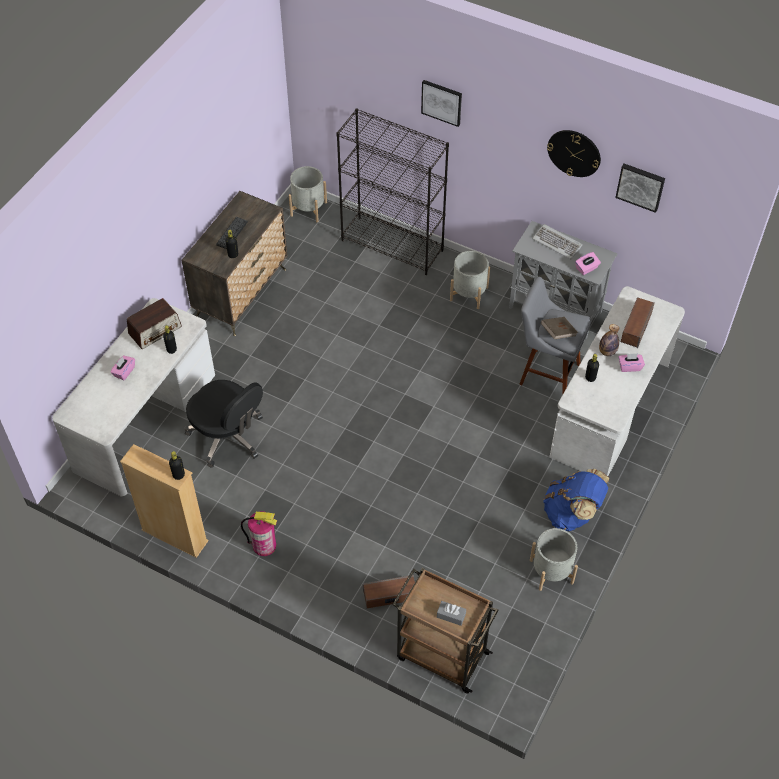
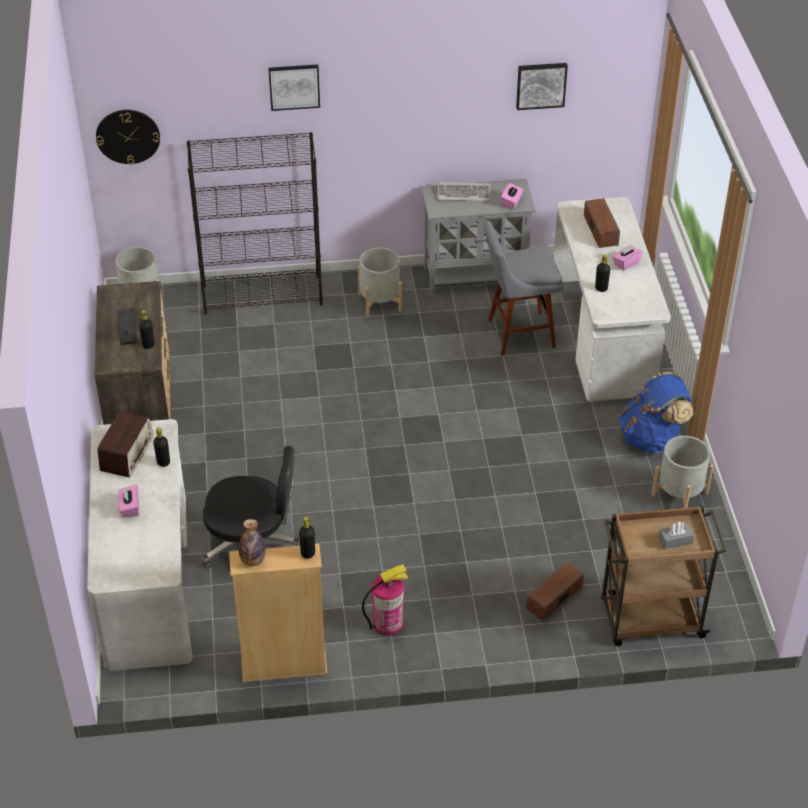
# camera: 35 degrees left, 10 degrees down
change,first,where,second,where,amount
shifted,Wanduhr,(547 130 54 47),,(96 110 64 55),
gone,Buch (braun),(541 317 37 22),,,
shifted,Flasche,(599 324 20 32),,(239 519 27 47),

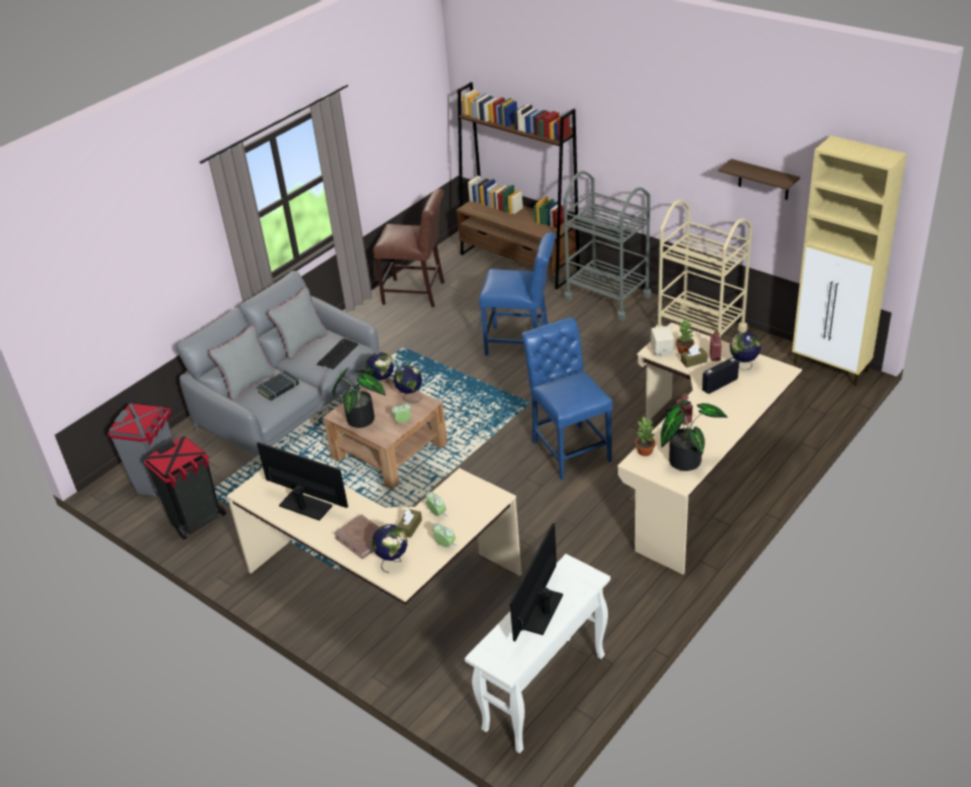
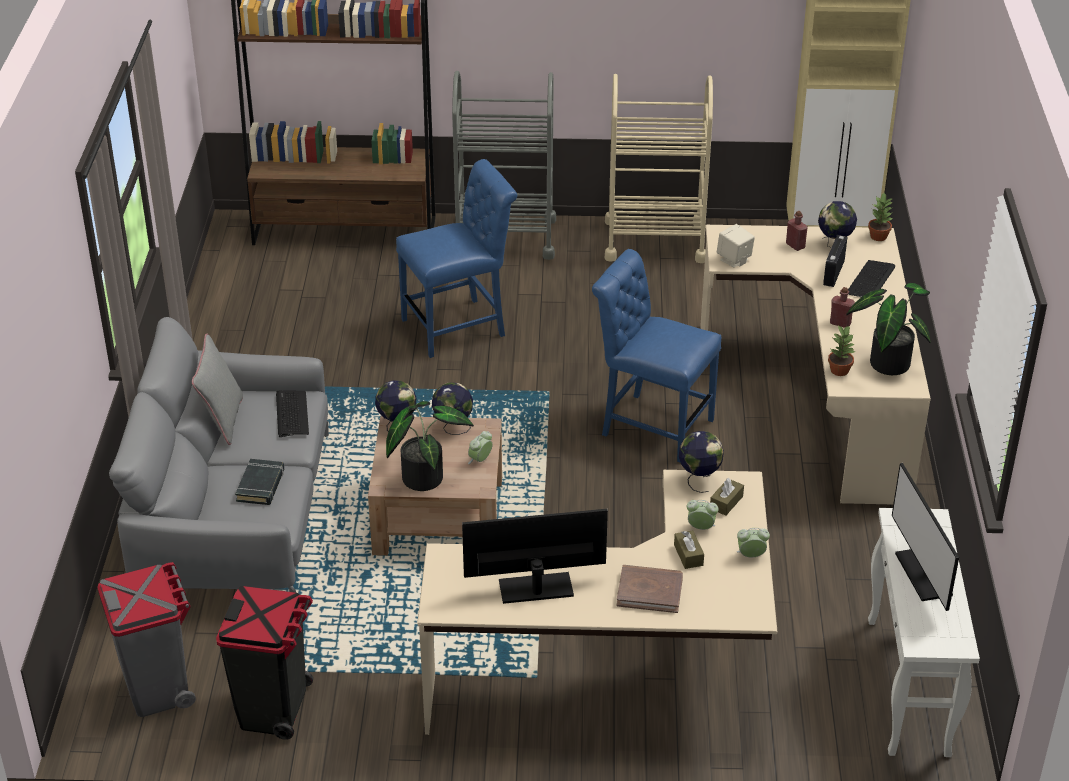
# camera: 40 degrees left, 0 degrees up
change,first,where,second,where,amount
gone,Wandregal,(718 159 82 41),,,
gone,Stuhl (braun),(373 189 72 118),,,
shifted,Topfpflanze,(676 318 19 36),,(868 193 25 48),
gone,Kissen (grau),(209 326 66 75),,,
shifted,Taschentuchbox (braun),(681 345 27 23),,(710 478 34 38),
shifted,Globus,(372 524 35 49),,(679 431 45 62),
new,,,Tastatur,(848 260 47 37),

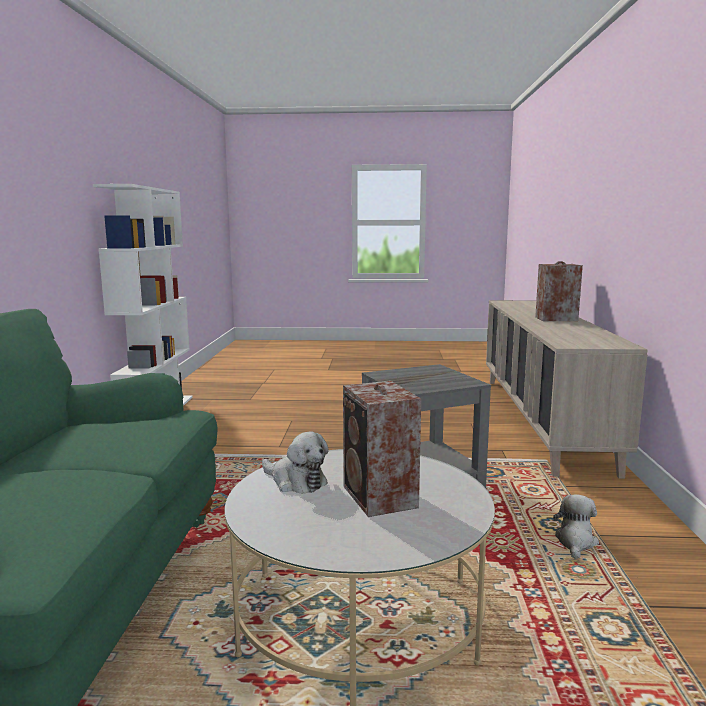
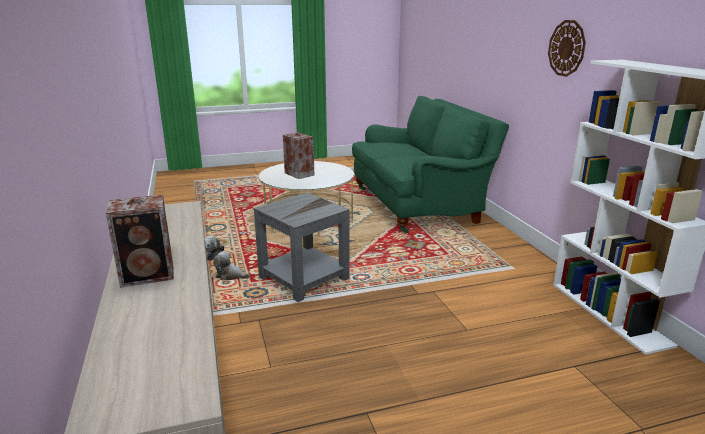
# camera: 160 degrees right, 10 degrees up
change,first,where,second,where,amount
shifted,Plüschtier,(262 431 67 63),,(213 251 37 30),
new,,,Wanduhr,(548 20 38 57),

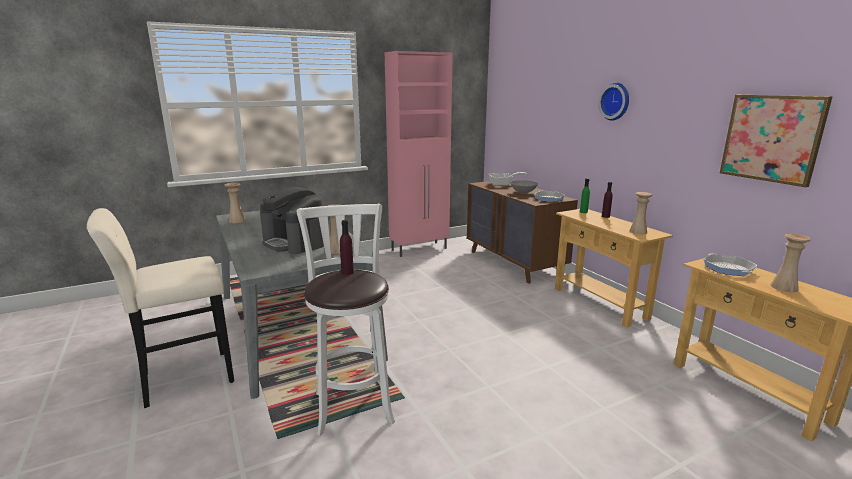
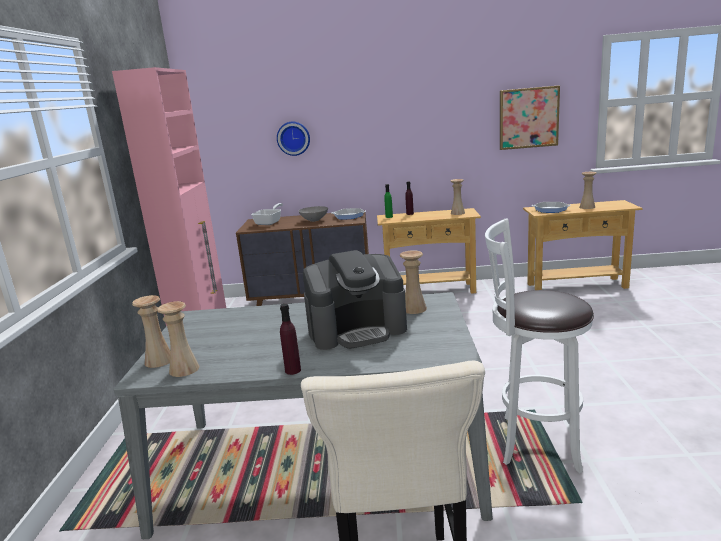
# camera: 60 degrees left, 0 degrees up
change,first,where,second,where,amount
shifted,Wanduhr,(598 82 31 39),,(277 122 33 34),
shifted,Flasche (lila),(340 220 14 55),,(280 304 21 71),
new,,,Vase (beige),(132 295 38 73),

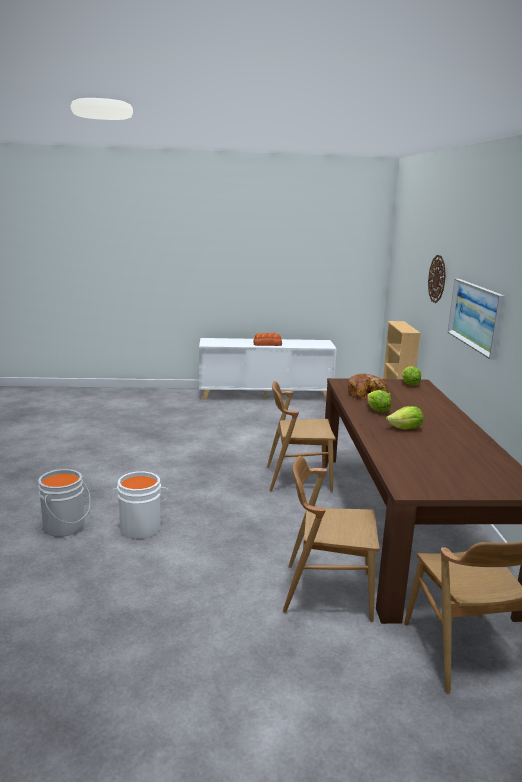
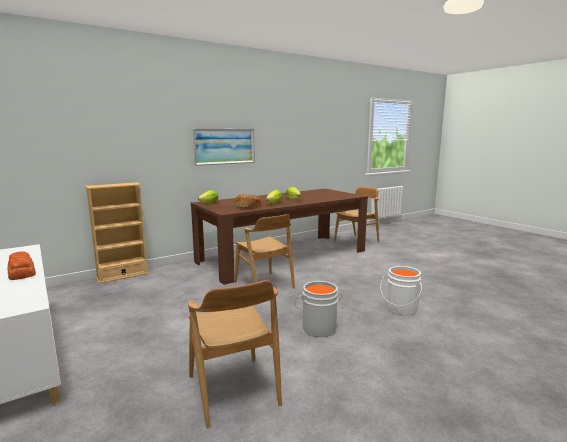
# camera: 120 degrees left, 5 degrees down
change,first,where,second,where,amount
gone,Wanduhr,(428 255 18 48),,,
shifted,Stuhl (braun),(283 456 97 166),,(188 280 94 148),
shifted,Eimer (grau),(38 469 52 68),,(294 281 48 56),

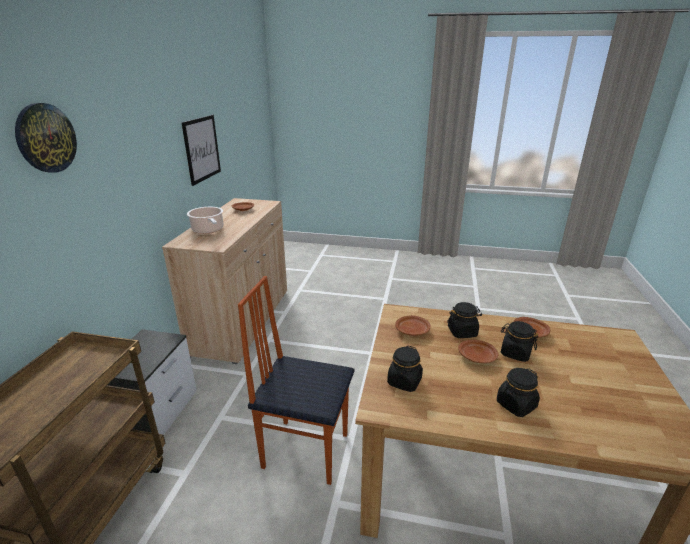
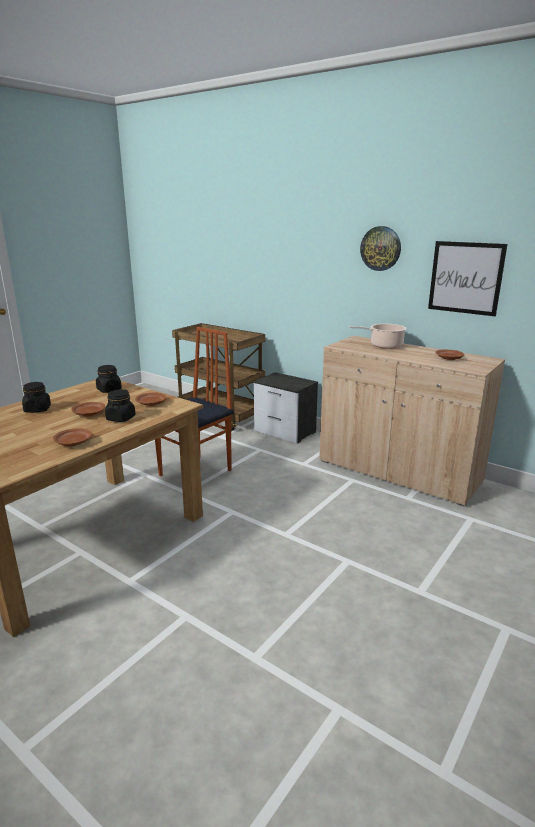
# camera: 115 degrees right, 5 degrees down
change,first,where,second,where,amount
shifted,Wanduhr,(15 103 62 70),,(360 226 41 45),
gone,Vorratsglas (schwarz),(501 321 37 41),,,

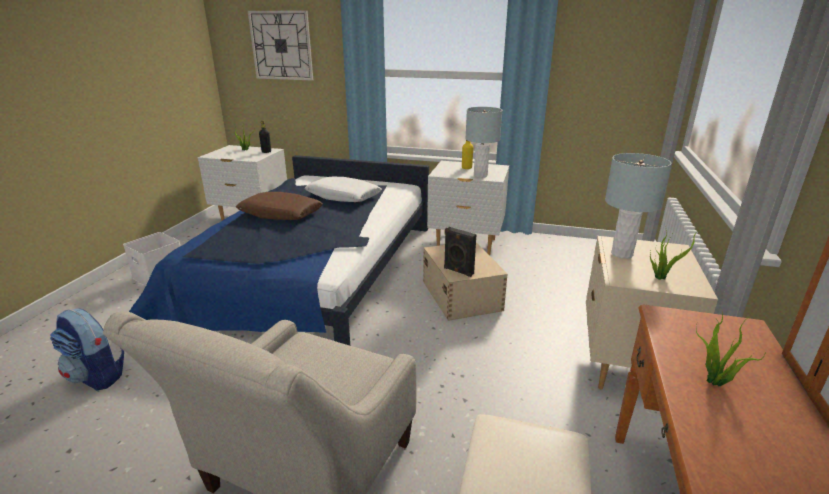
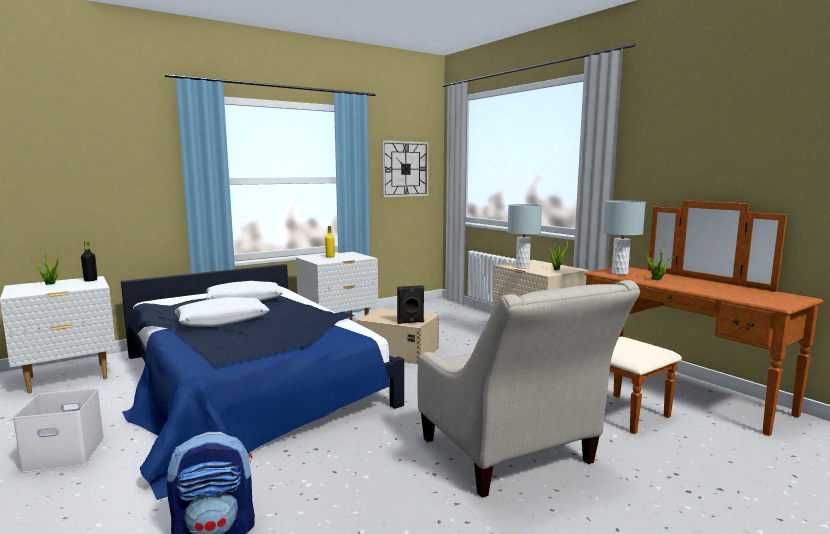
# camera: 50 degrees left, 15 degrees down
change,first,where,second,where,amount
shifted,Wanduhr,(248 11 65 69),,(382 141 47 56),
shifted,Tischlampe (grau),(465 107 37 71),,(603 200 43 75),
repainted,Kissen (braun),(236 192 87 28),Kissen (weiß),(175 297 94 30),

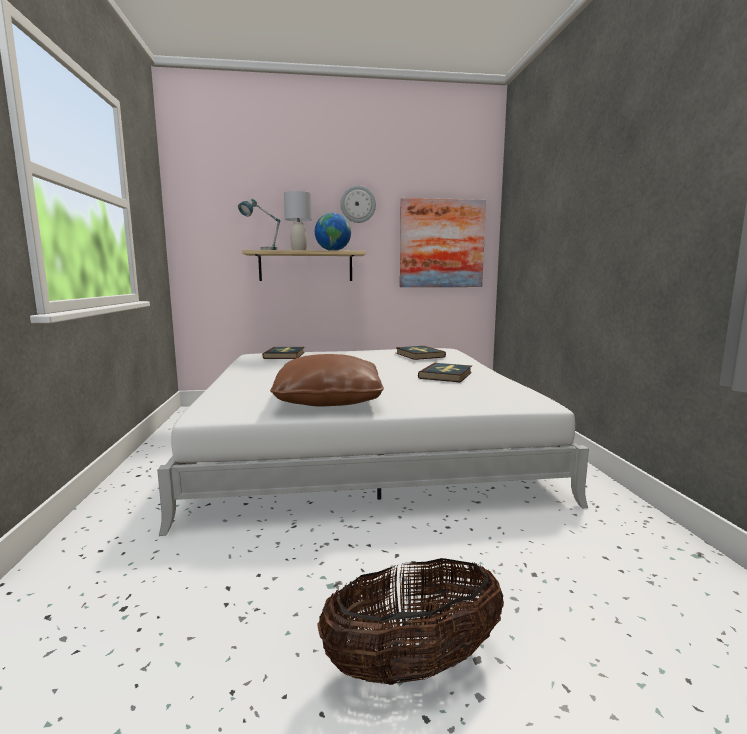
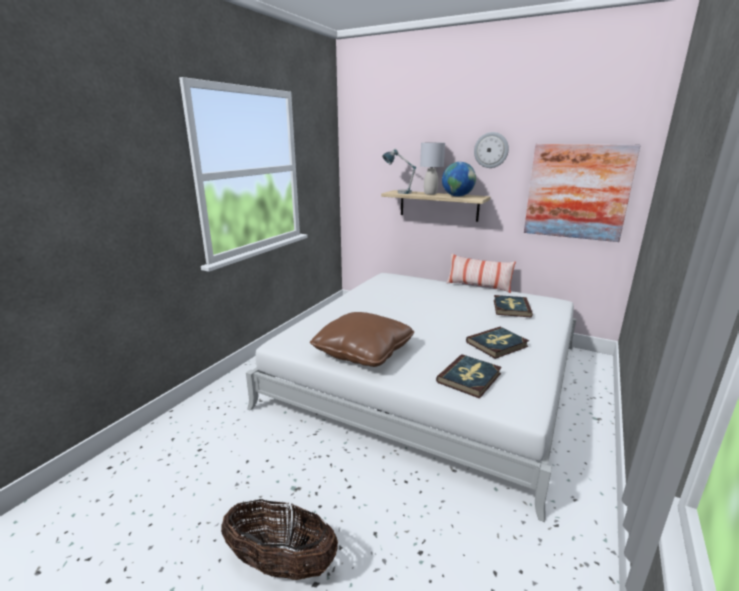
# camera: 35 degrees right, 10 degrees up
change,first,where,second,where,amount
shifted,Buch,(262 347 43 12),,(436 354 66 45),
new,,,Kissen,(446 253 70 40),

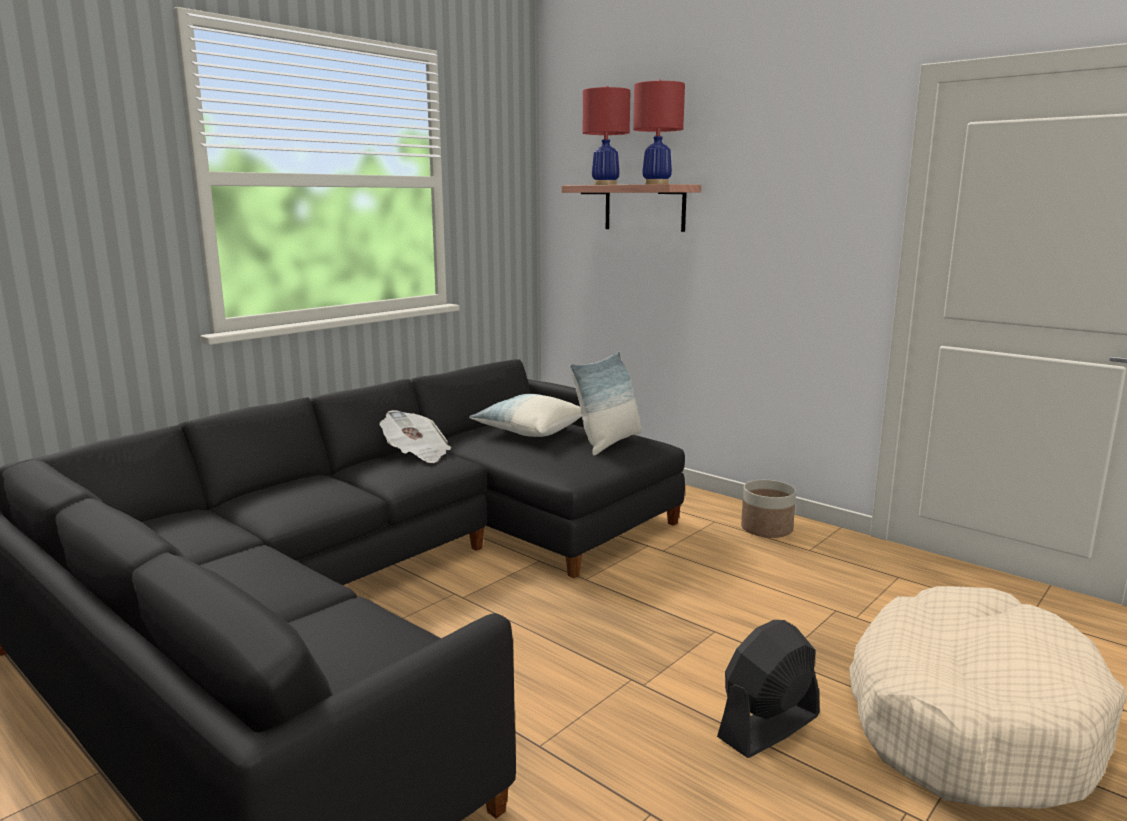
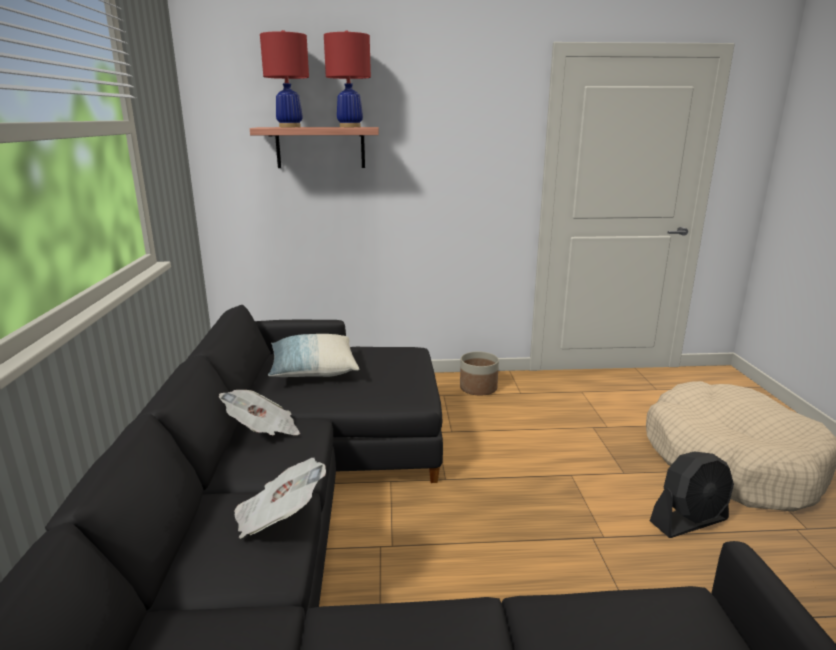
# camera: 45 degrees left, 5 degrees up
change,first,where,second,where,amount
gone,Kissen,(570 352 72 104),,,
rotated,Ventilator (schwarz),(717 620 103 138),,(650 451 84 87),120 degrees counterclockwise
new,,,Zeitung,(234 458 92 81),

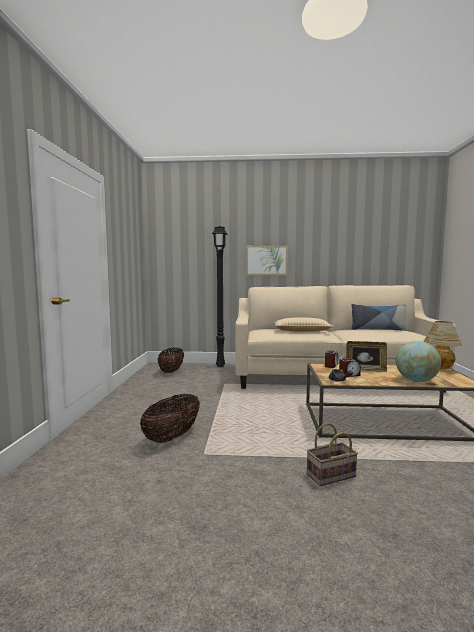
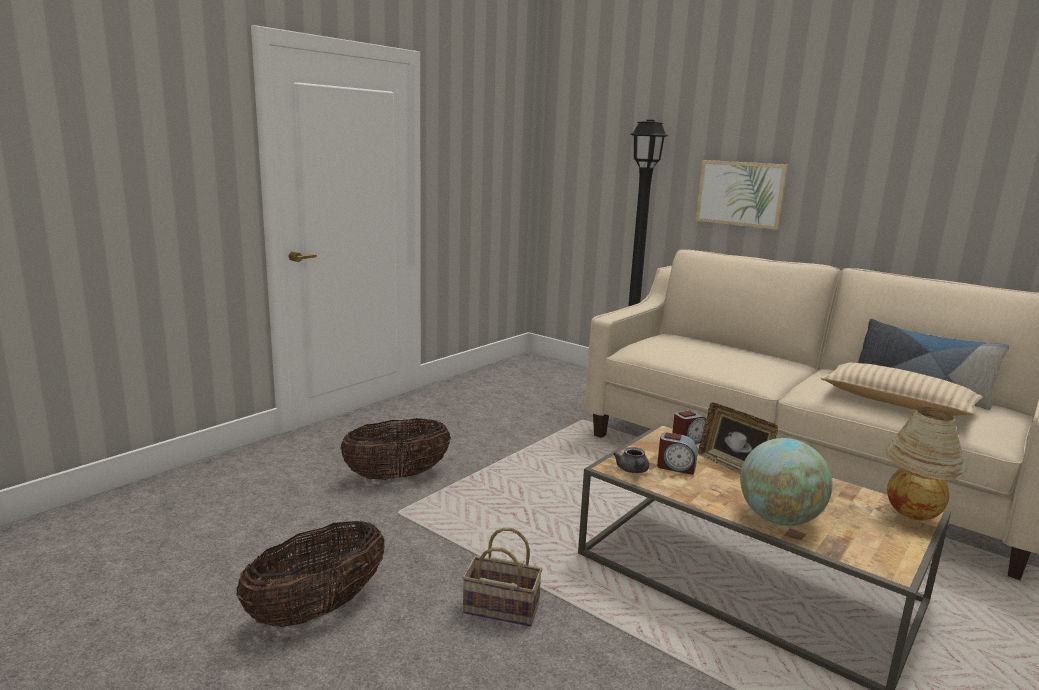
# camera: 35 degrees right, 10 degrees up
change,first,where,second,where,amount
shifted,Kissen (beige),(274 317 59 15),,(821 363 162 53),
shifted,Korb,(157 347 27 26),,(236 520 149 107),

